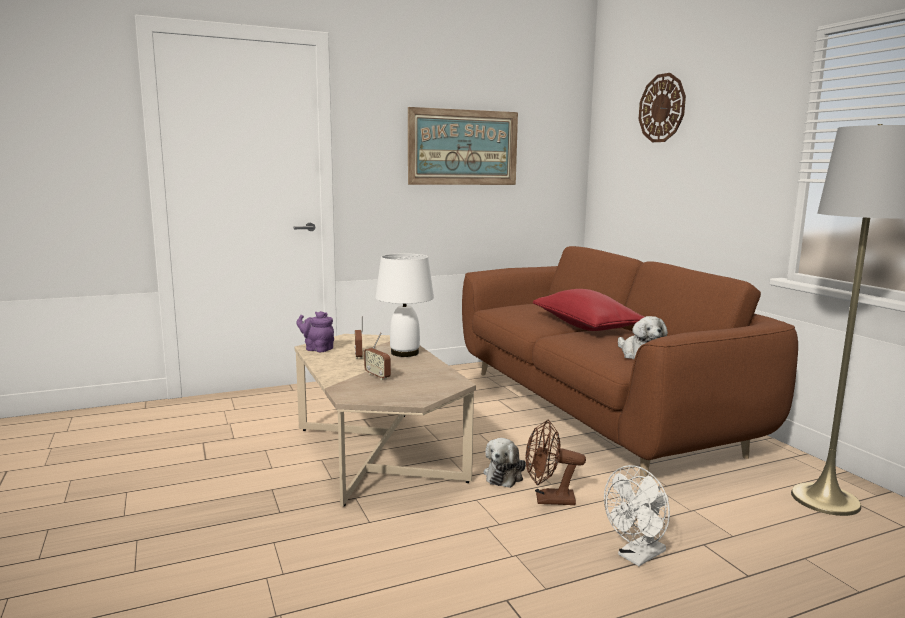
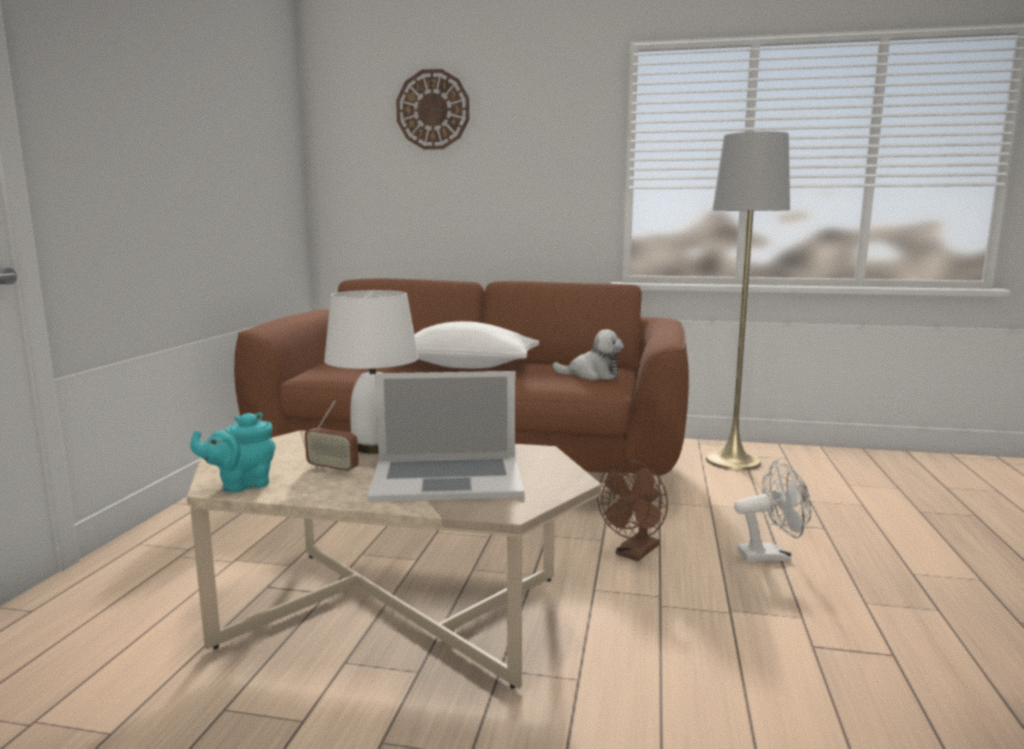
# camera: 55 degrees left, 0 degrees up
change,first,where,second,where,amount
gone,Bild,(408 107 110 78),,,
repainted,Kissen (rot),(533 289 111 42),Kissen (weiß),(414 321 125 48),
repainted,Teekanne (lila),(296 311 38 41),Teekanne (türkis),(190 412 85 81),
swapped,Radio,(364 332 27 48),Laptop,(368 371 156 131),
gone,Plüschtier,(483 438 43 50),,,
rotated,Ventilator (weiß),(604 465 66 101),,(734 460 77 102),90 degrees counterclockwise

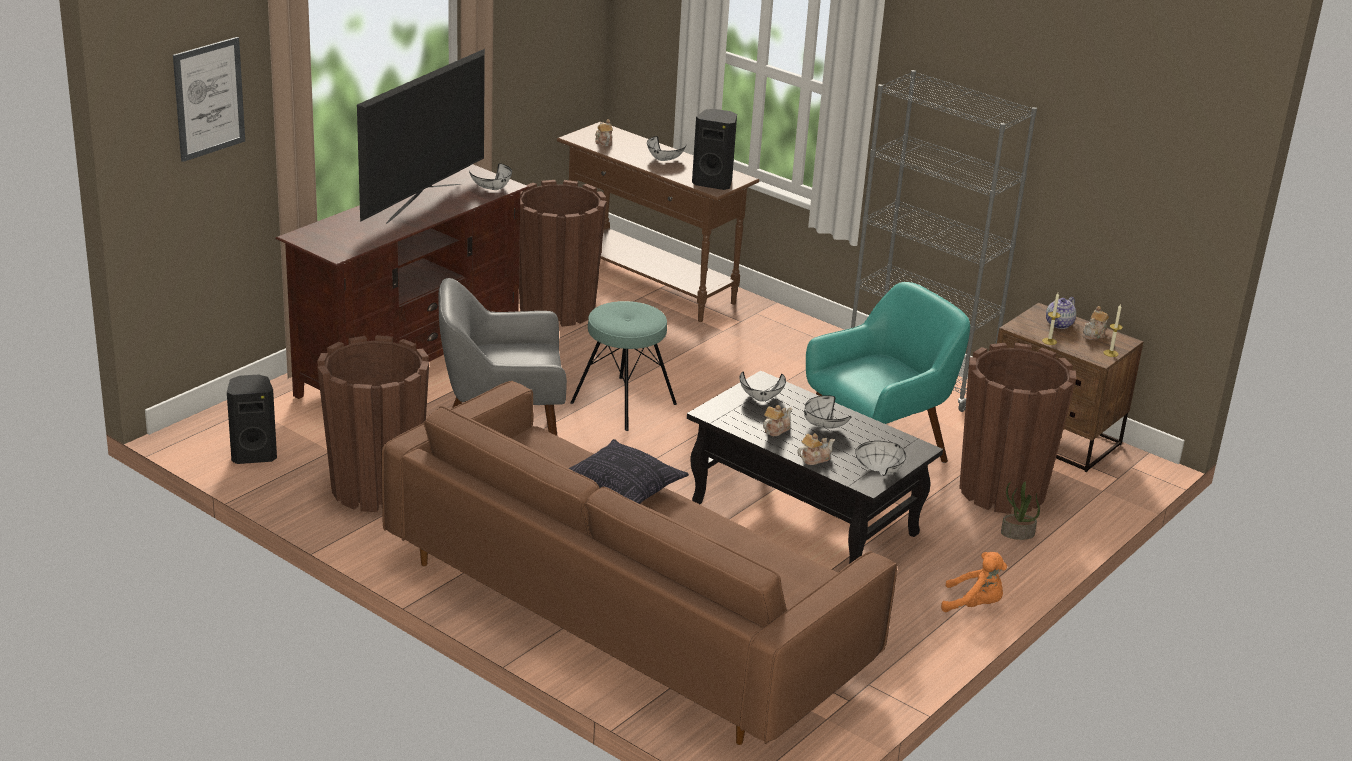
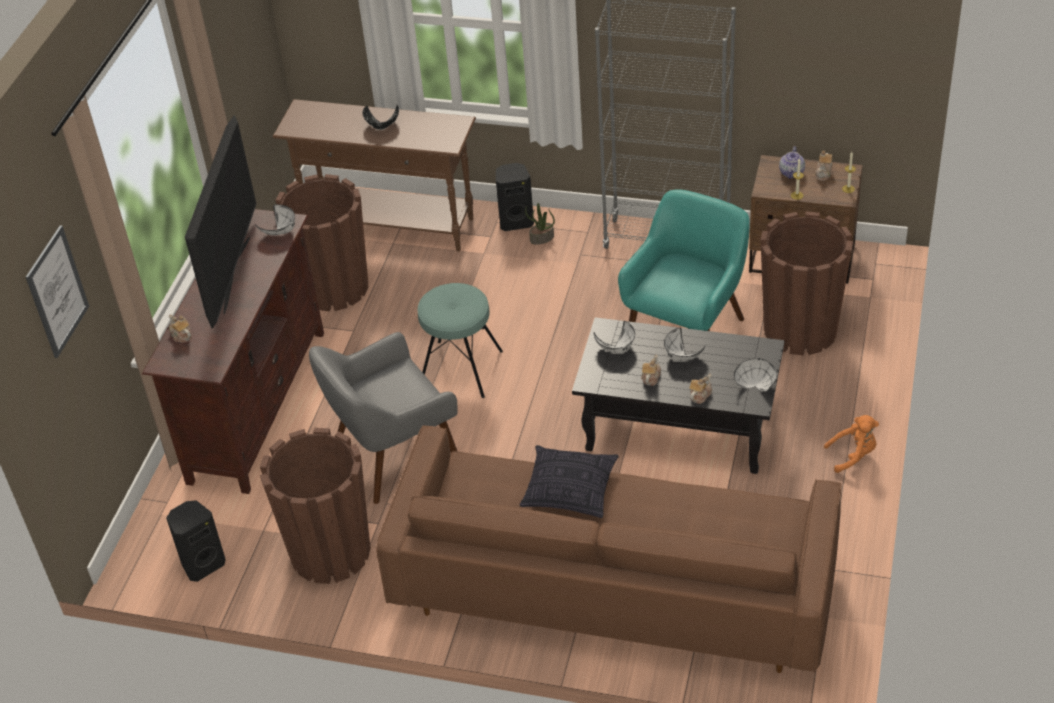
# camera: 20 degrees left, 15 degrees up
change,first,where,second,where,amount
shifted,Lautsprecher (schwarz),(692 109 45 81),,(496 163 38 68),
shifted,Teekanne,(595 119 18 27),,(169 314 23 29),
repainted,Schüssel (weiß),(647 136 40 25),Schüssel (schwarz),(362 105 37 25),
shifted,Topfpflanze,(1001 482 39 58),,(525 203 30 42),

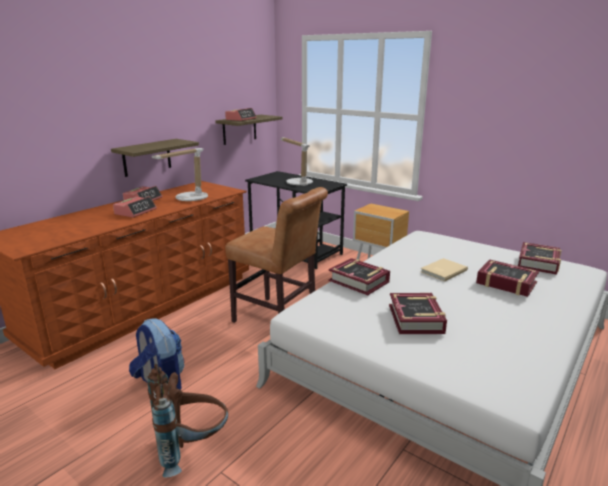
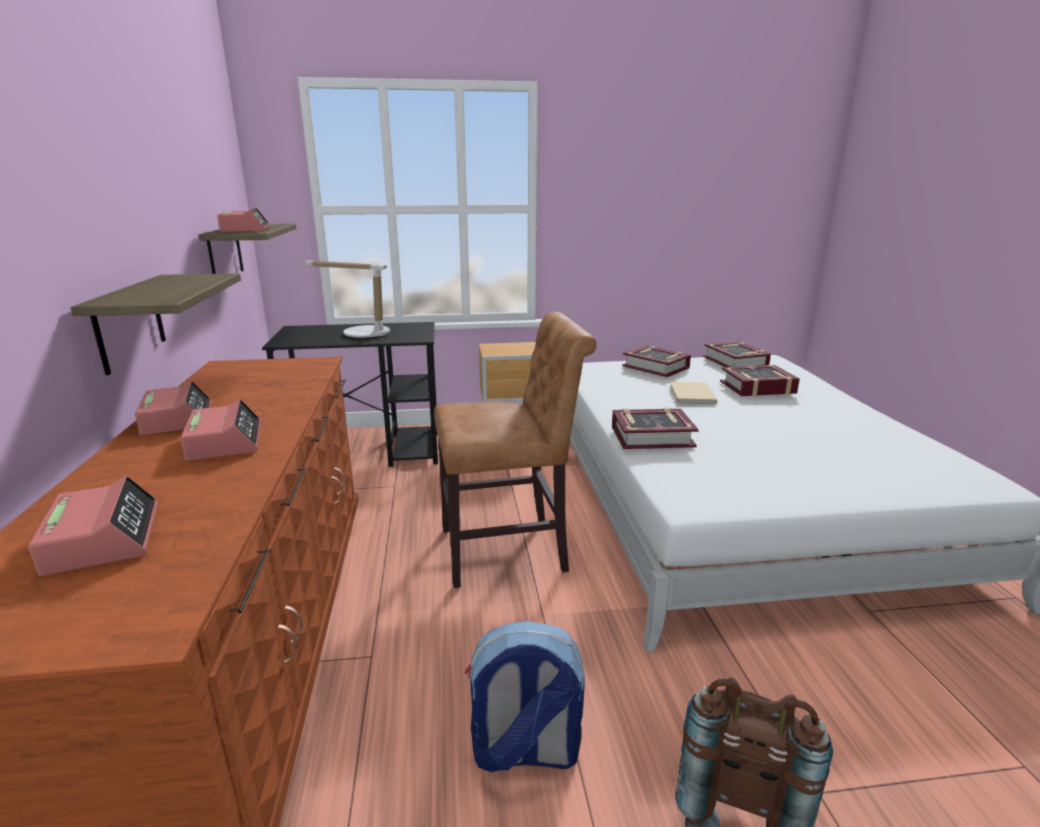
# camera: 45 degrees left, 0 degrees up
change,first,where,second,where,amount
gone,Tischlampe,(151 148 57 53),,,
shifted,Buch,(389 293 58 41),,(622 345 69 32),
new,,,Wecker,(28 476 130 100),

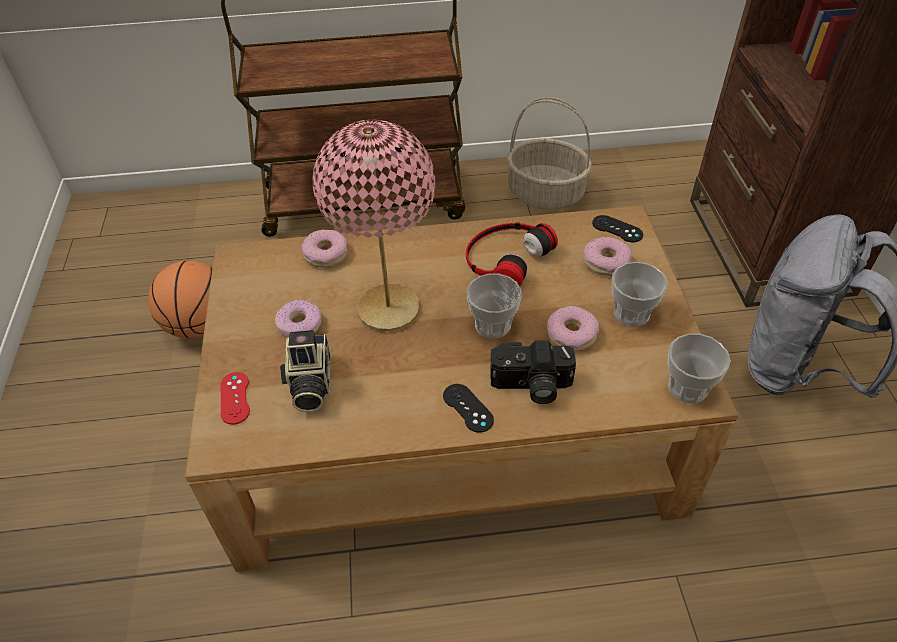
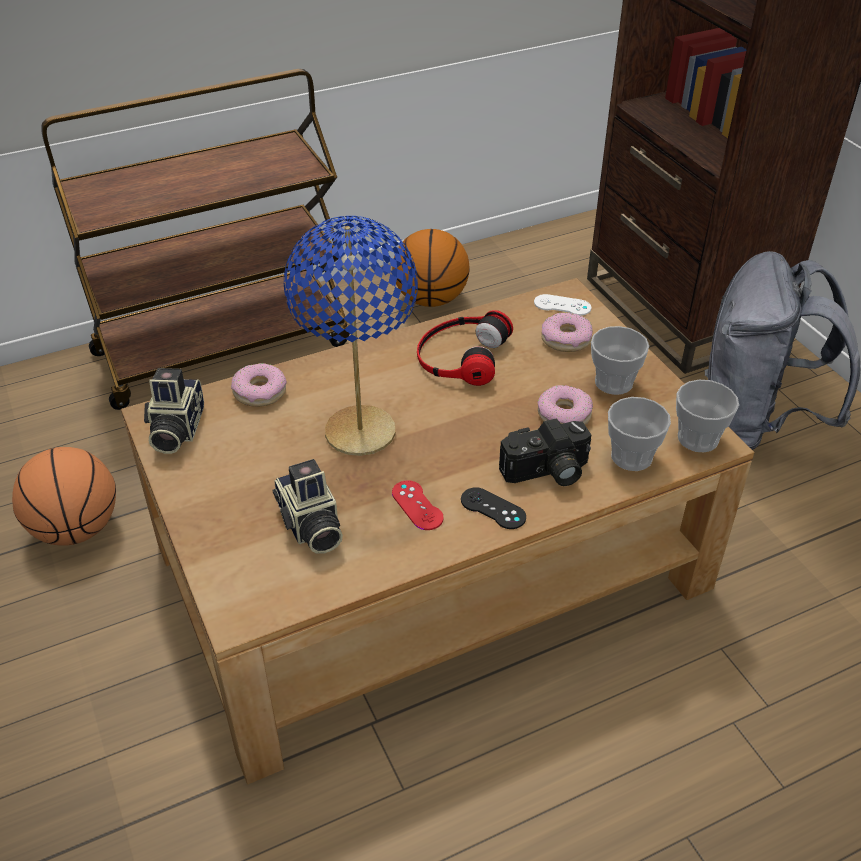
# camera: 20 degrees left, 5 degrees down
change,first,where,second,where,amount
swapped,Korb,(506 97 86 113),Basketball,(393 229 77 78),
repainted,Tischlampe (rosa),(313 119 122 212),Tischlampe (blau),(284 216 134 240),
repainted,Gamepad (schwarz),(592 215 51 27),Gamepad (weiß),(534 294 57 22),
shifted,Tasse,(467 274 55 64),,(608 397 63 74),
gone,Donut,(275 300 46 37),,,
shifted,Gamepad (rot),(221 372 29 53),,(392 480 52 50),
new,,,Kamera,(144 368 60 86),

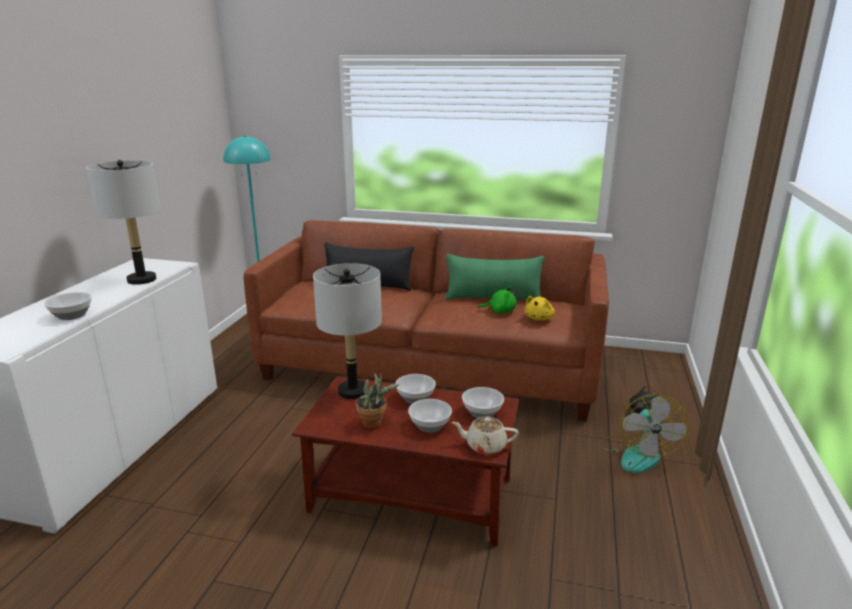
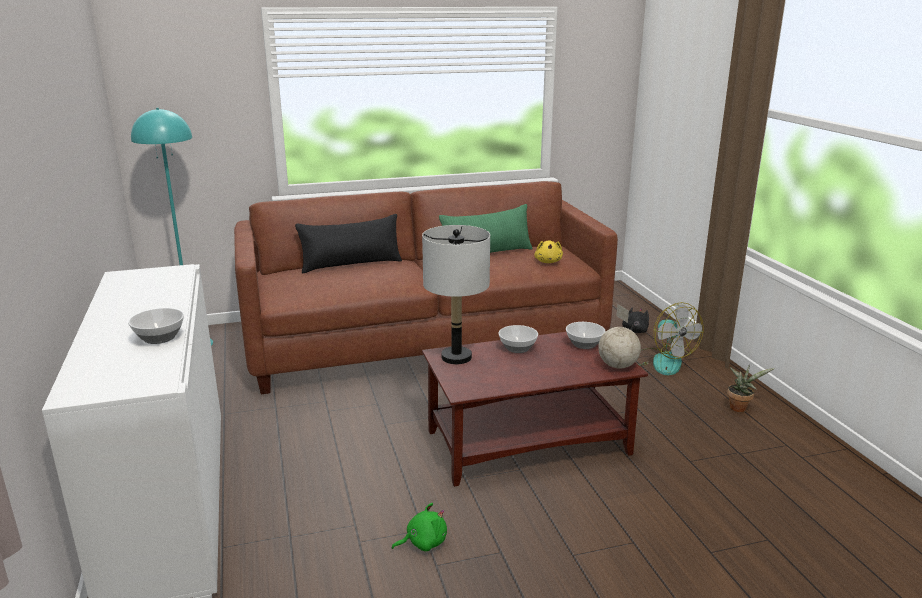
# camera: 30 degrees left, 0 degrees up
change,first,where,second,where,amount
gone,Tischlampe (grau),(86 160 75 125),,,
shifted,Plüschtier (grün),(478 286 39 27),,(392 503 55 48),
shifted,Topfpflanze,(356 373 43 55),,(727 364 48 48),
gone,Schüssel,(408 399 44 34),,,
swapped,Teekanne (beige),(452 417 67 38),Globus,(598 304 43 64),

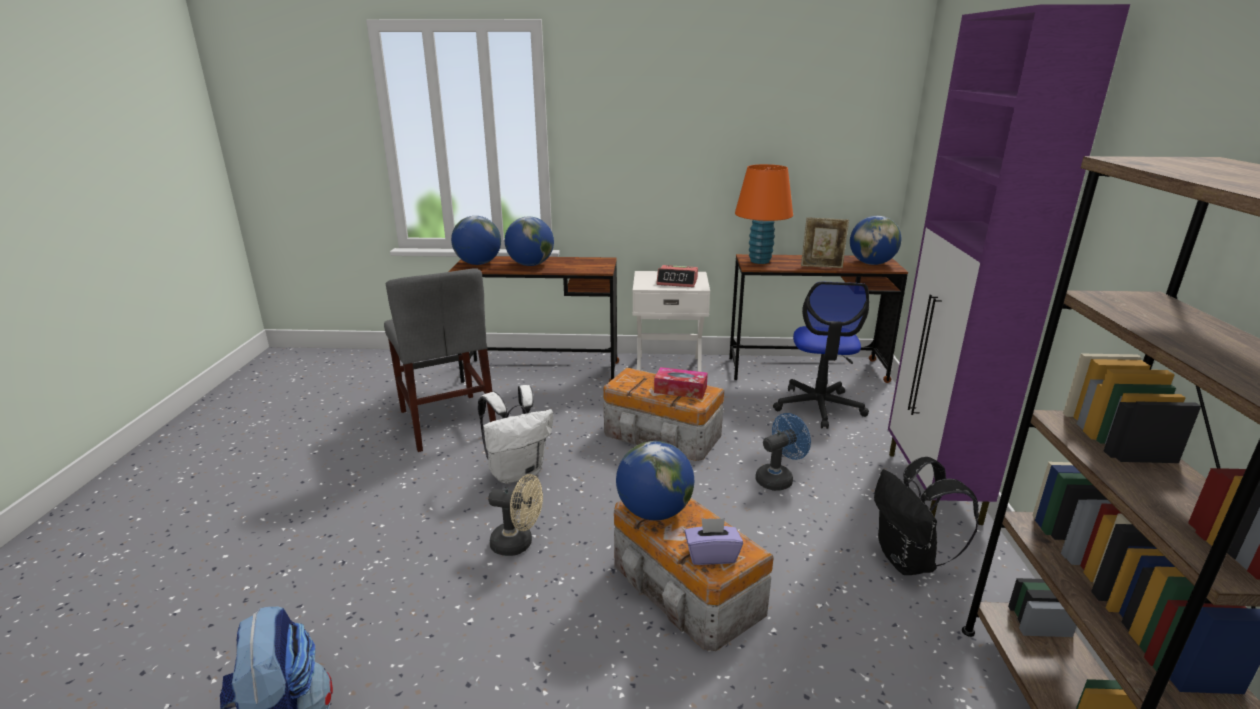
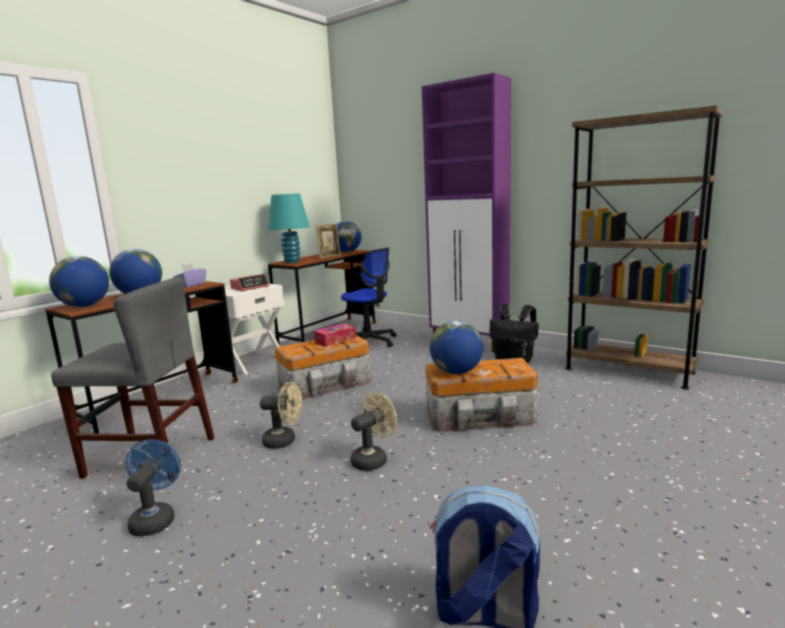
# camera: 55 degrees left, 10 degrees down
change,first,where,second,where,amount
repainted,Tischlampe (orange),(735 164 58 100),Tischlampe (türkis),(268 193 42 70),
swapped,Rucksack (weiß),(478 385 75 99),Ventilator (beige),(260 381 42 67),
shifted,Ventilator (blau),(755 413 56 78),,(125 439 56 97),
shifted,Taschentuchbox (lila),(684 518 59 47),,(174 263 32 24),

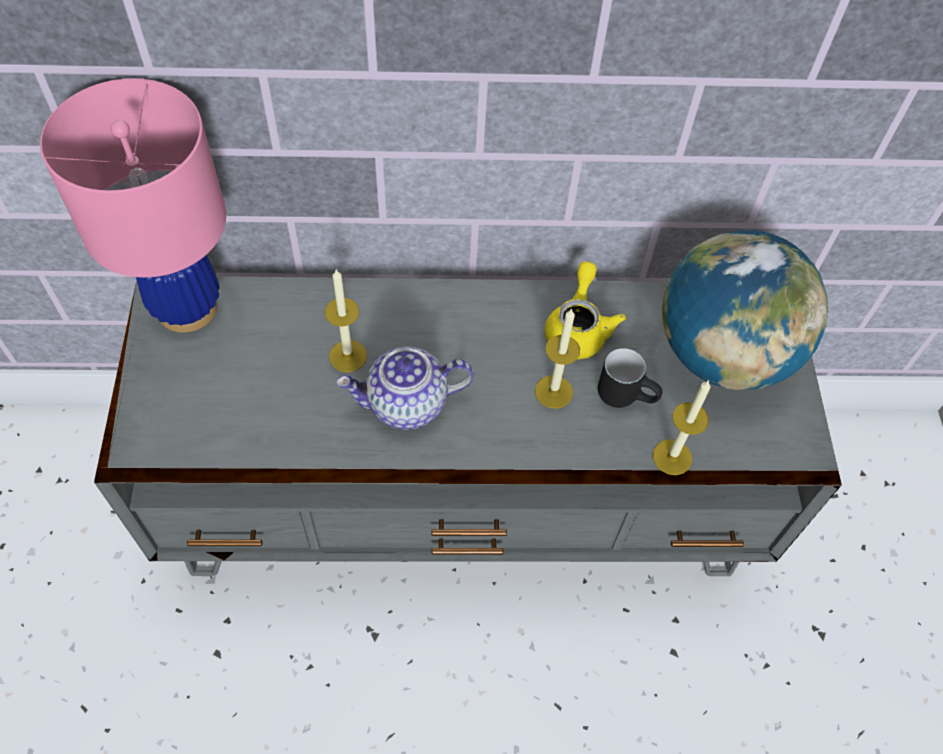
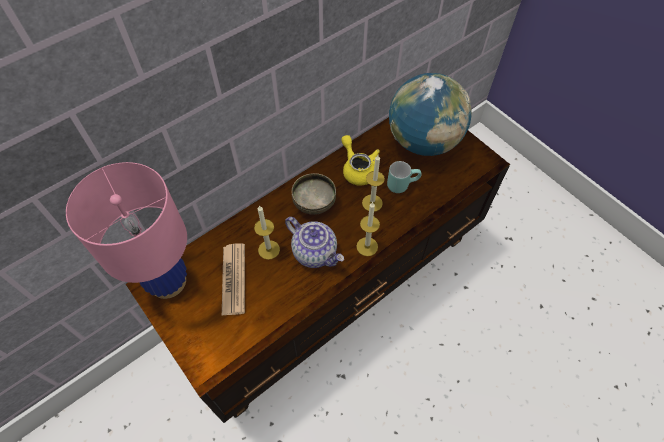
# camera: 35 degrees left, 0 degrees up
change,first,where,second,where,amount
repainted,Fernsehschrank (grau),(94 276 748 300),Fernsehschrank (braun),(126 117 384 306),
rotated,Teekanne,(336 346 138 84),,(285 217 59 51),90 degrees counterclockwise
repainted,Henkelbecher (schwarz),(598 348 64 60),Henkelbecher (türkis),(387 161 34 32),
shifted,Kerze,(653 380 58 95),,(356 202 24 54),
new,,,Schüssel,(292 173 44 42),
new,,,Zeitung,(222 244 23 71),

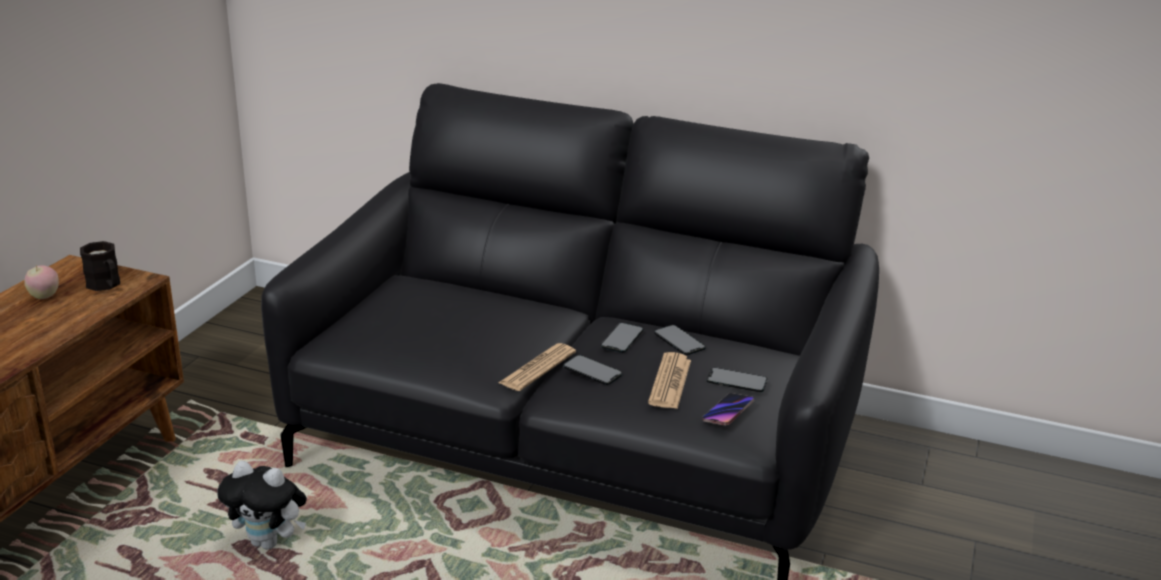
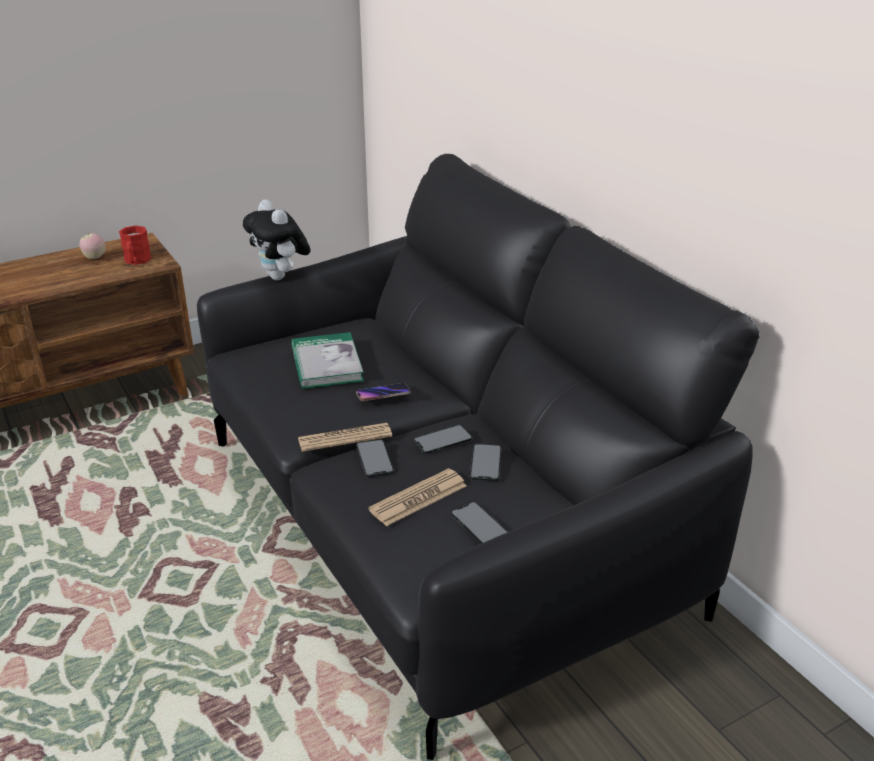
# camera: 40 degrees right, 5 degrees up
change,first,where,second,where,amount
repainted,Henkelbecher (schwarz),(80 241 40 50),Henkelbecher (rot),(119 226 33 39),
shifted,Handy,(702 393 52 32),,(356 383 55 18),
shifted,Plüschtier,(218 461 89 89),,(243 199 68 81),
new,,,Buch,(291 332 73 57),

